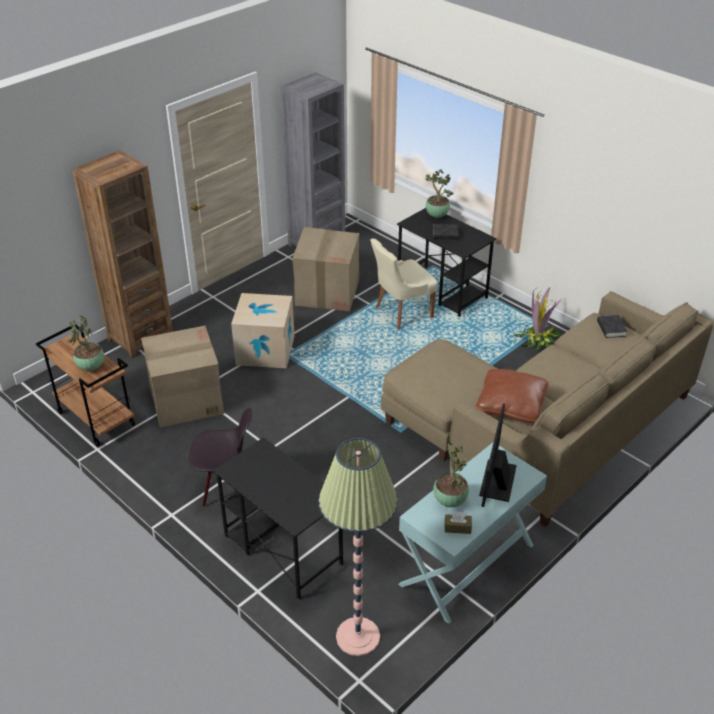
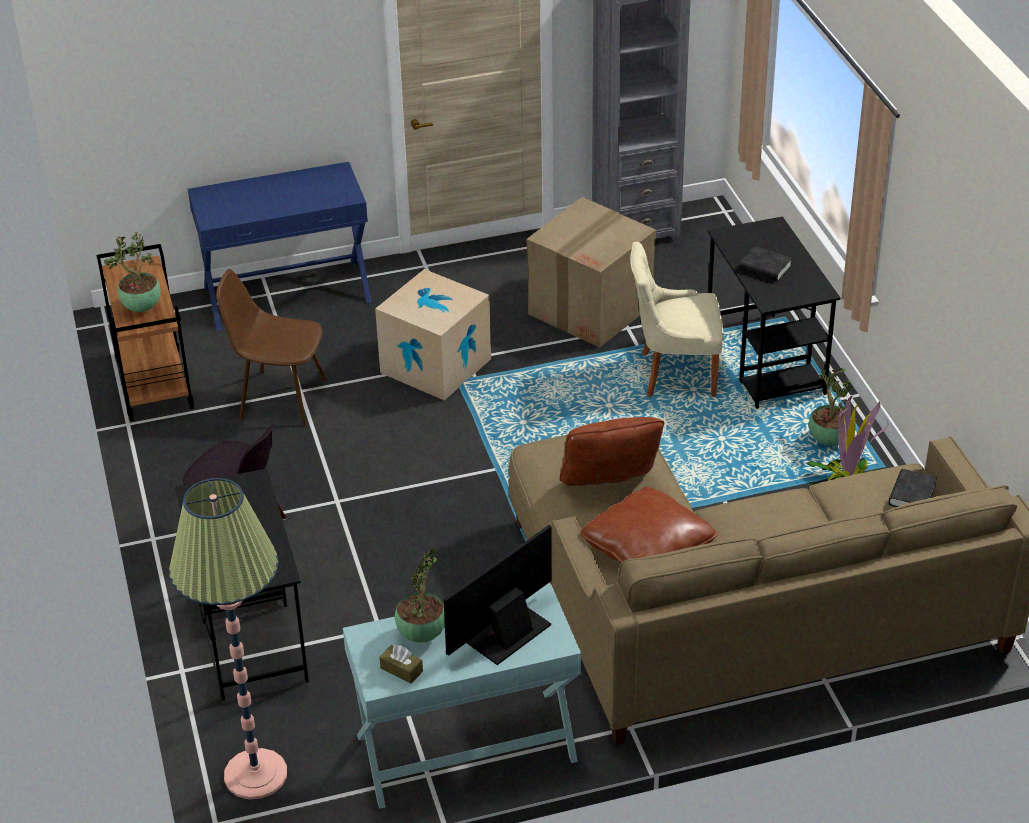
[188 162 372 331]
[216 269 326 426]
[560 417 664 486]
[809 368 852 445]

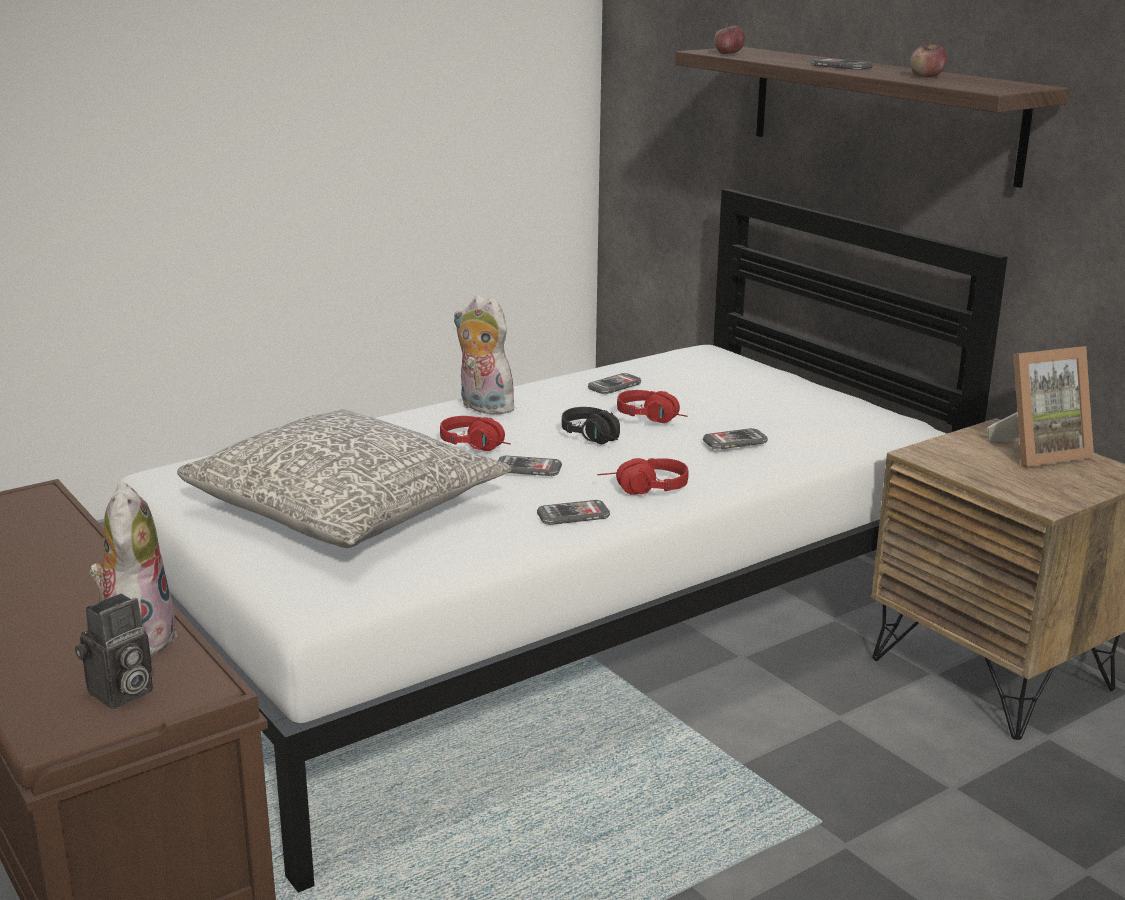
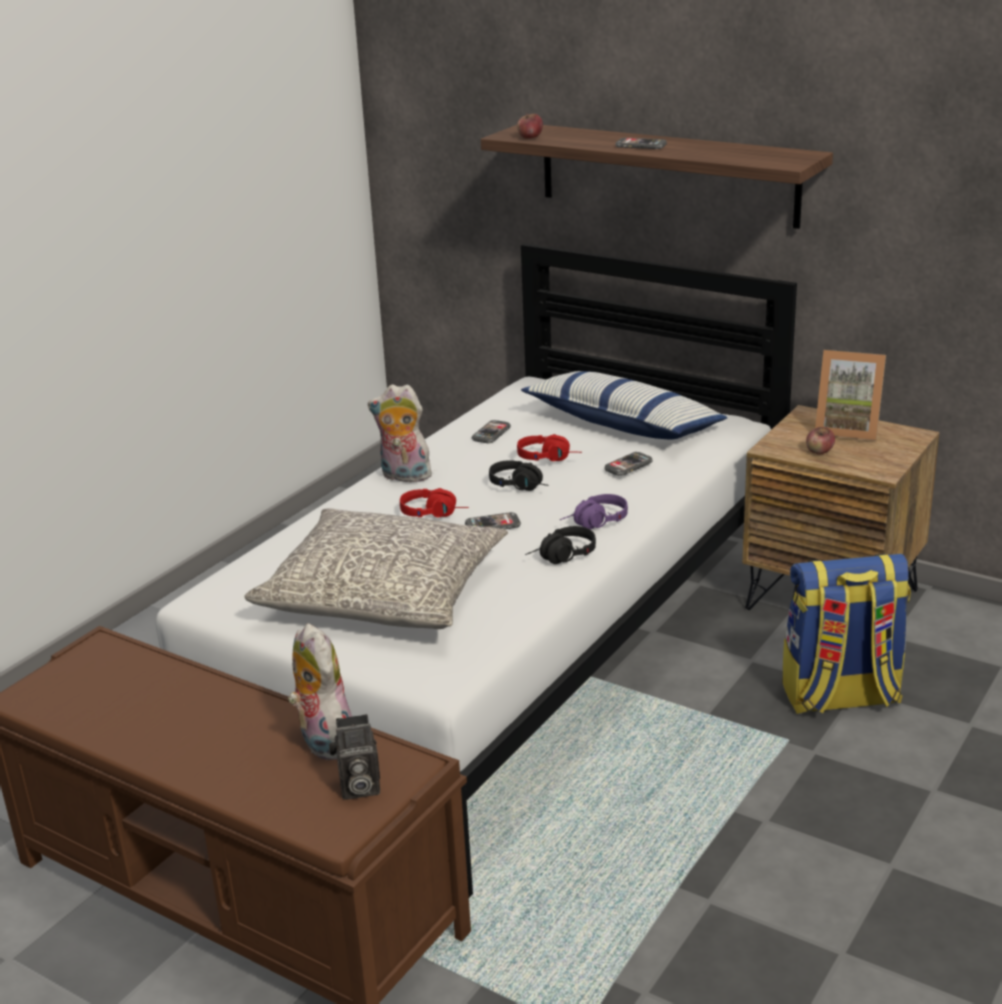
[329 714 380 799]
[521 371 727 440]
[525 526 596 564]
[560 494 628 529]
[783 554 911 714]
[806 427 835 454]
[815 350 886 441]

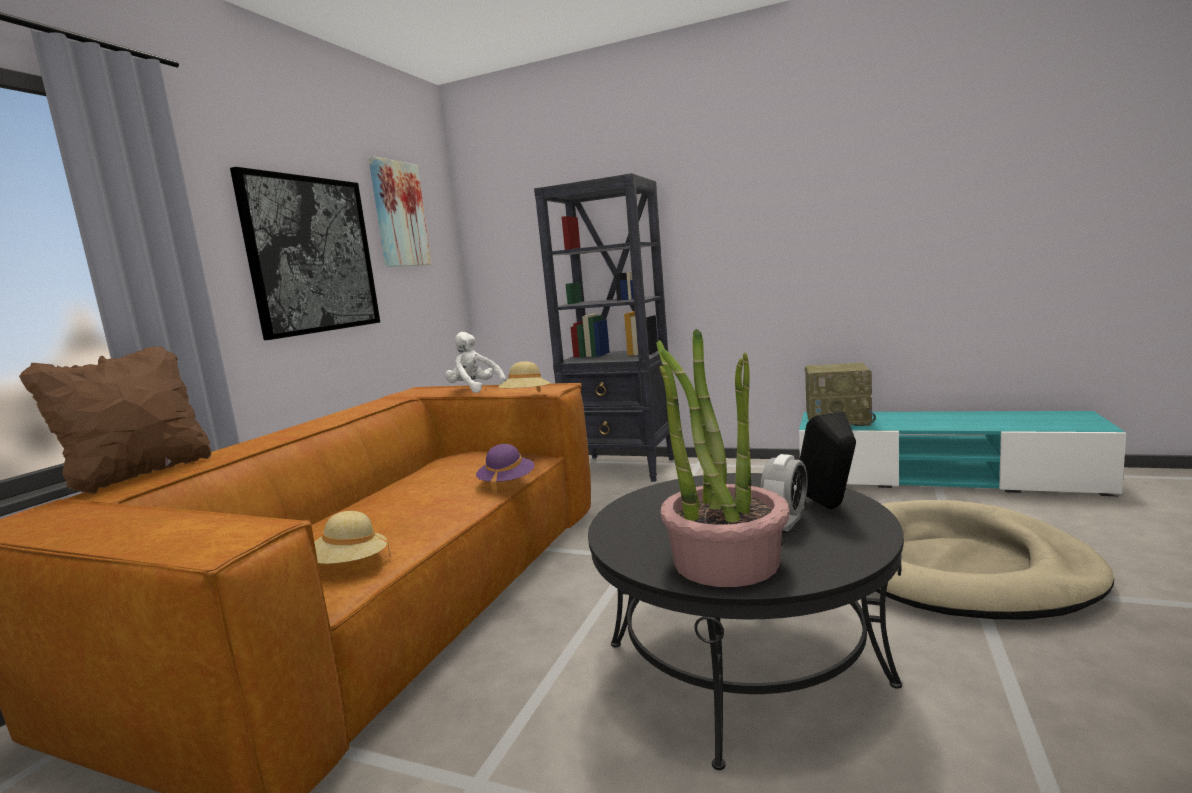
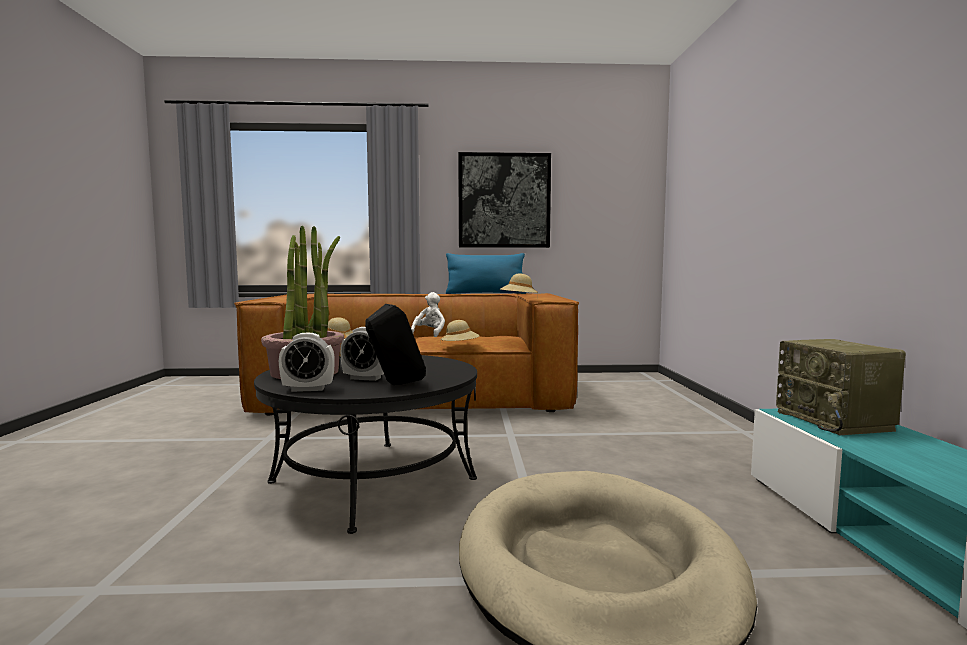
[279 333 335 392]
[411 292 445 337]
[440 320 480 348]
[446 253 526 294]
[19 346 211 494] (first image)
[368 156 431 267] (first image)
[534 173 674 482] (first image)

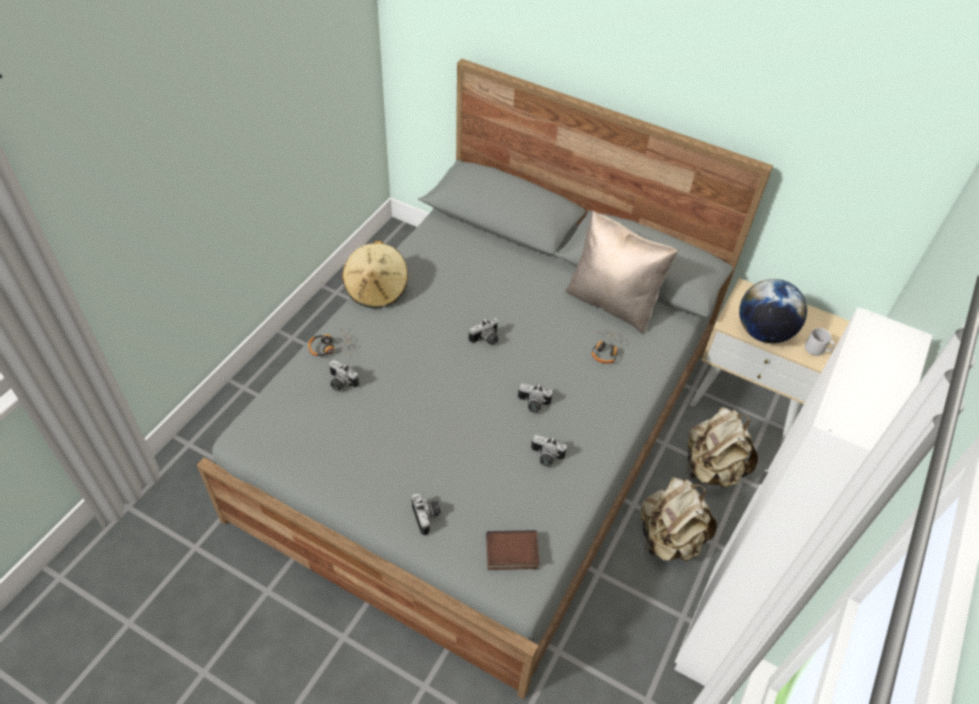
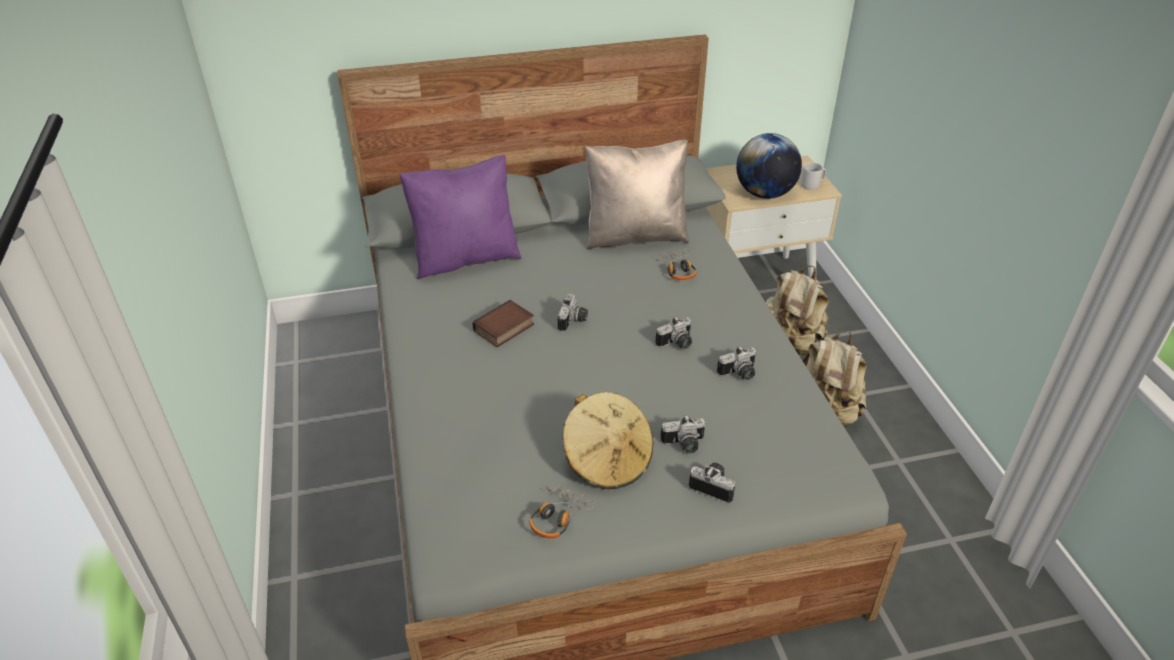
[399 155 522 279]
[472 300 534 347]
[529 486 594 538]
[563 392 653 489]
[660 415 705 453]
[674 307 933 686] (first image)

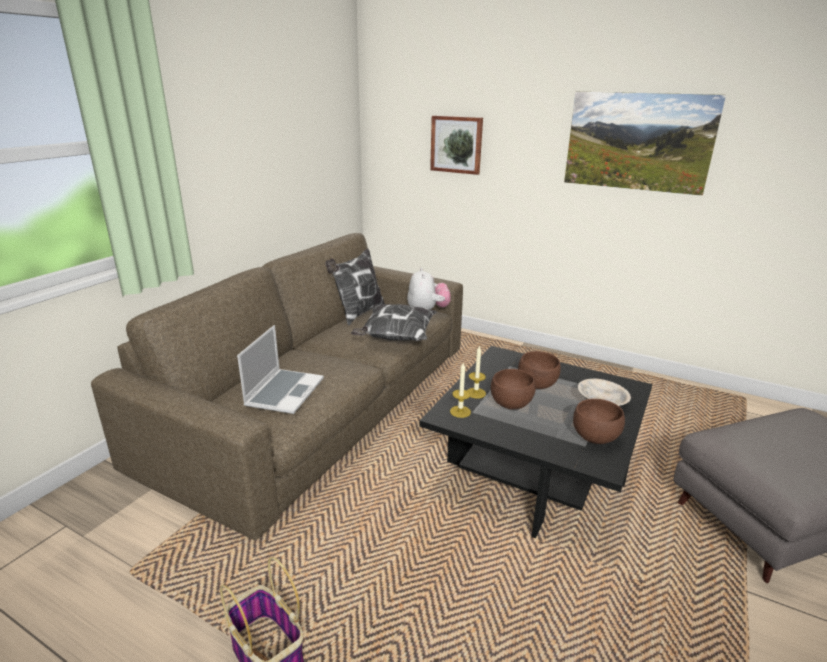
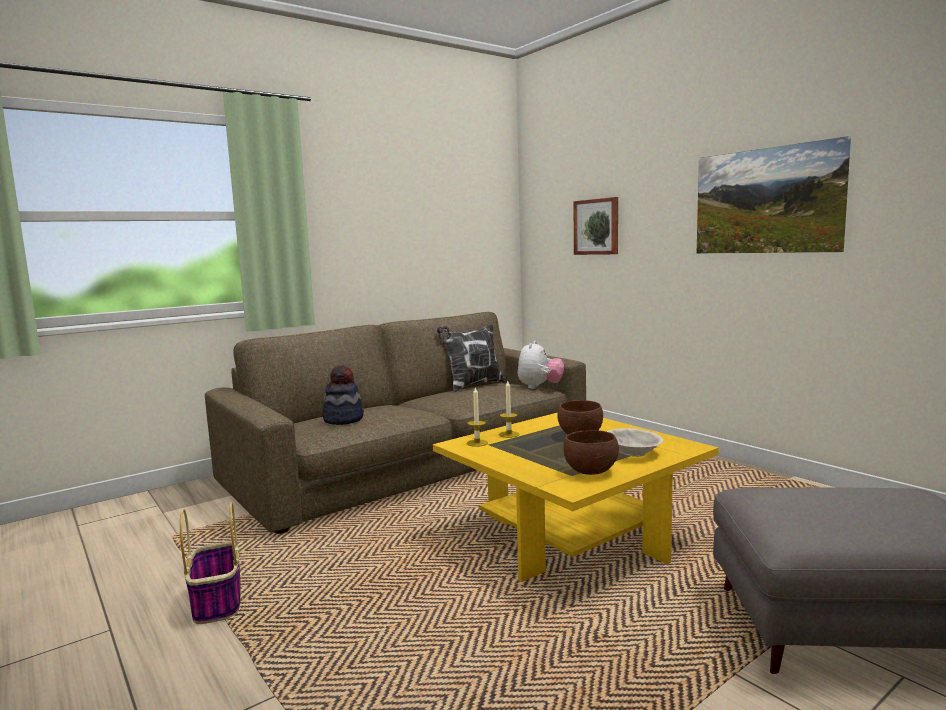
[323 365 364 425]
[433 413 719 582]
[351 304 437 341] (first image)
[491 369 536 409] (first image)

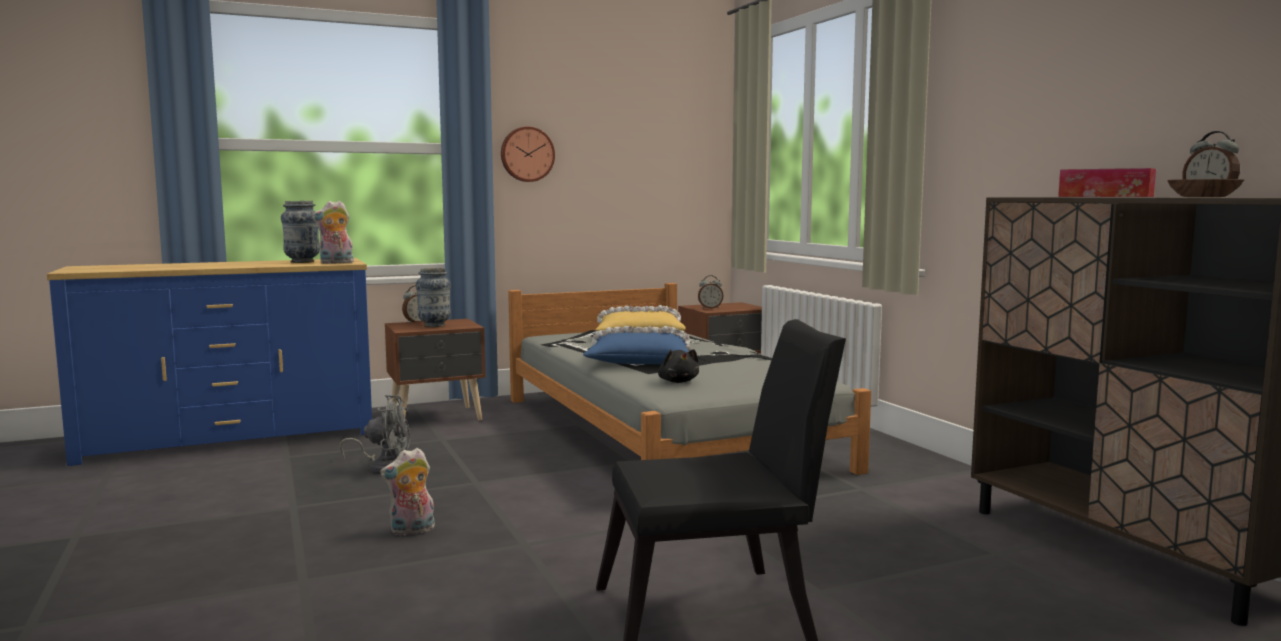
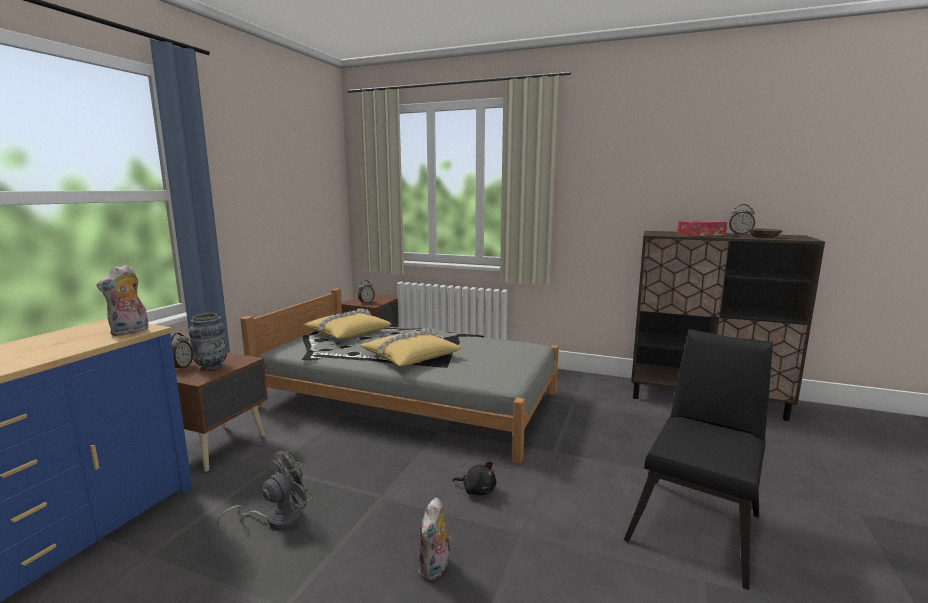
[360 329 461 366]
[453 462 496 495]
[281 201 320 263] (first image)
[501 126 555 182] (first image)

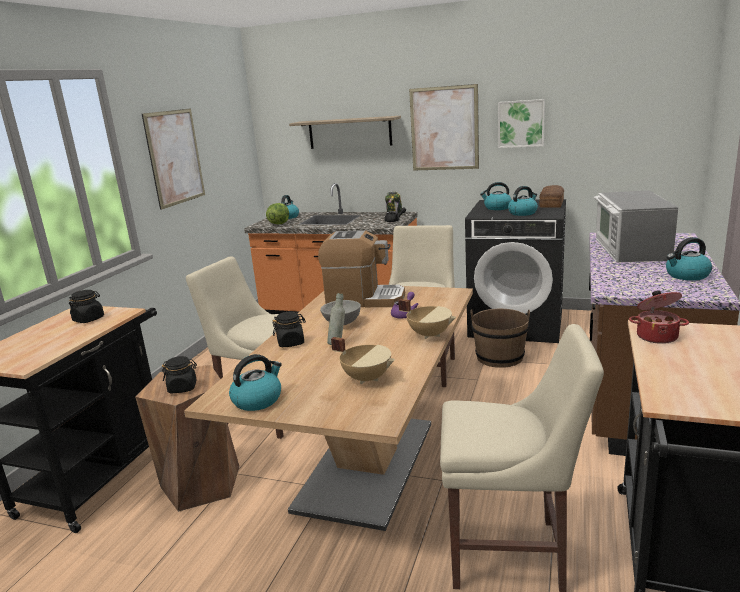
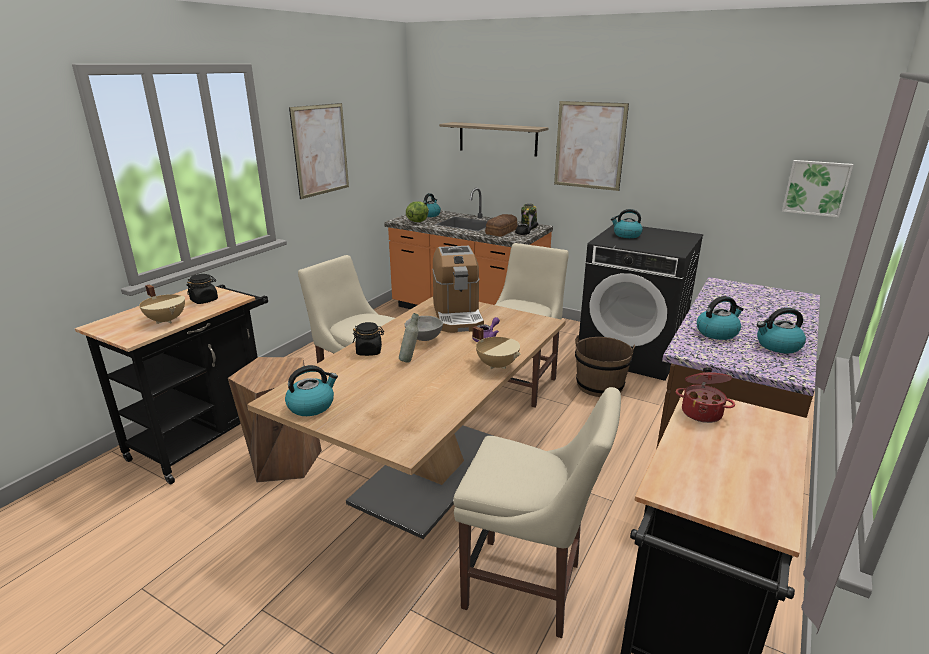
[139 284 185 324]
[432 246 484 333]
[485 214 518 236]
[697 296 744 340]
[782 160 853 218]
[162 356 197 393] (first image)
[594 190 678 262] (first image)

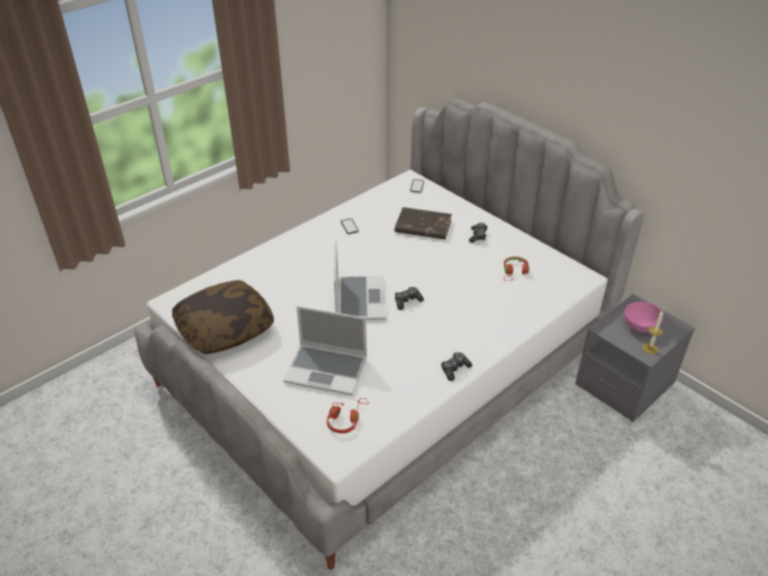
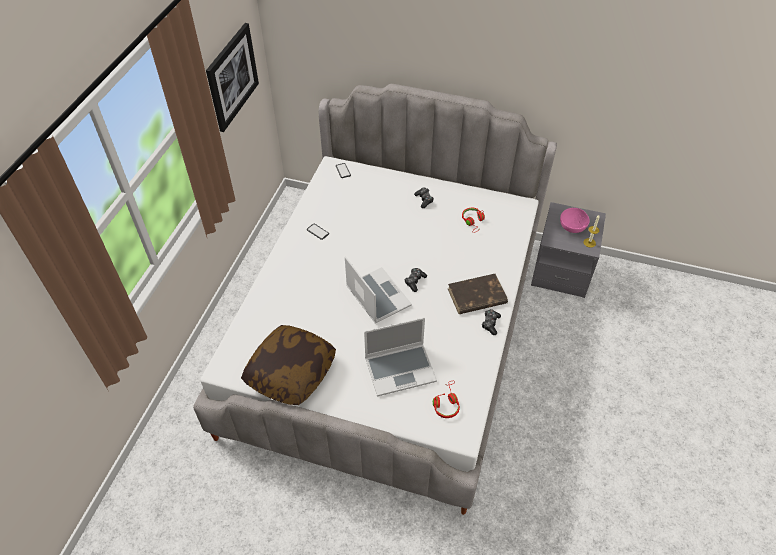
[206 23 259 132]
[448 274 508 314]

